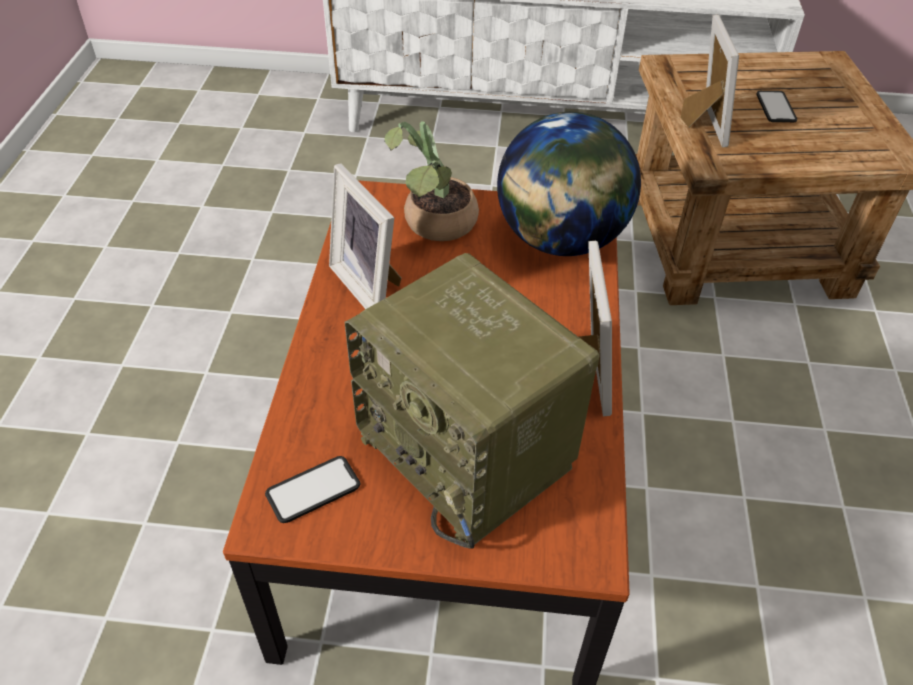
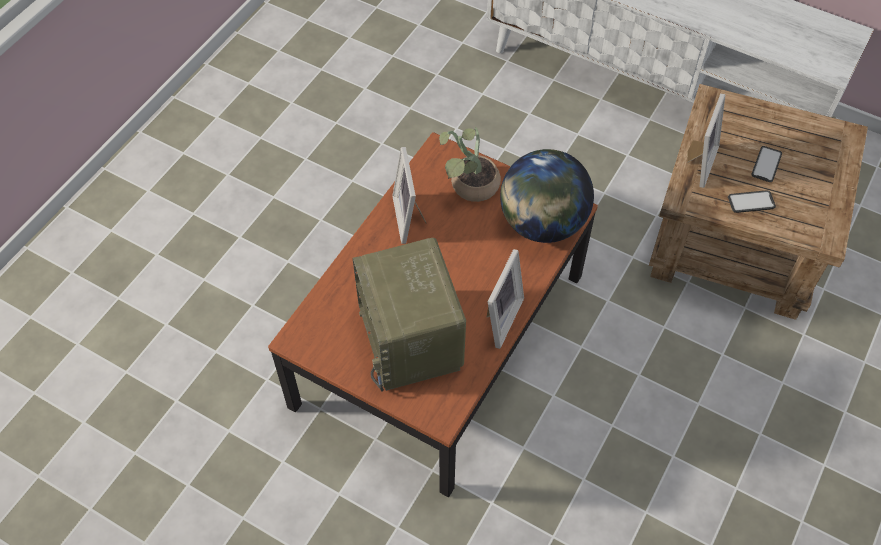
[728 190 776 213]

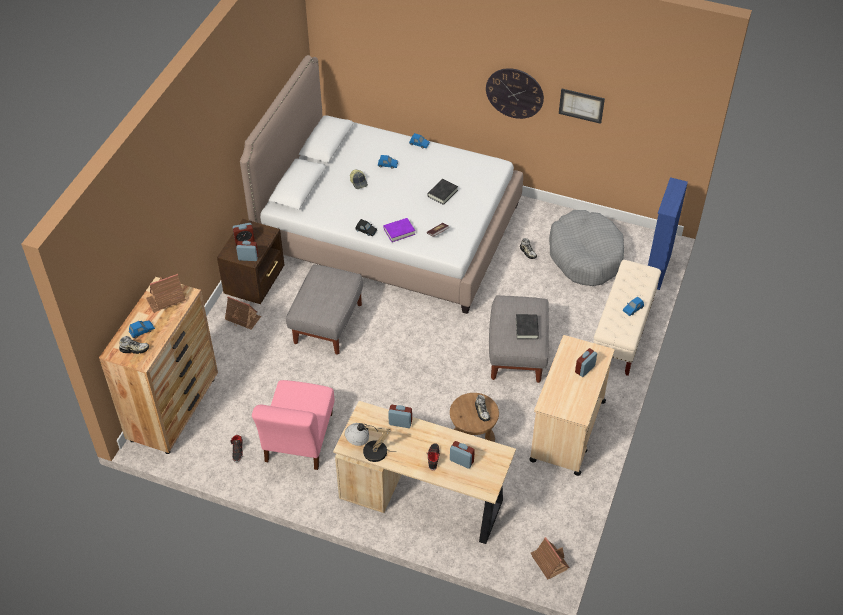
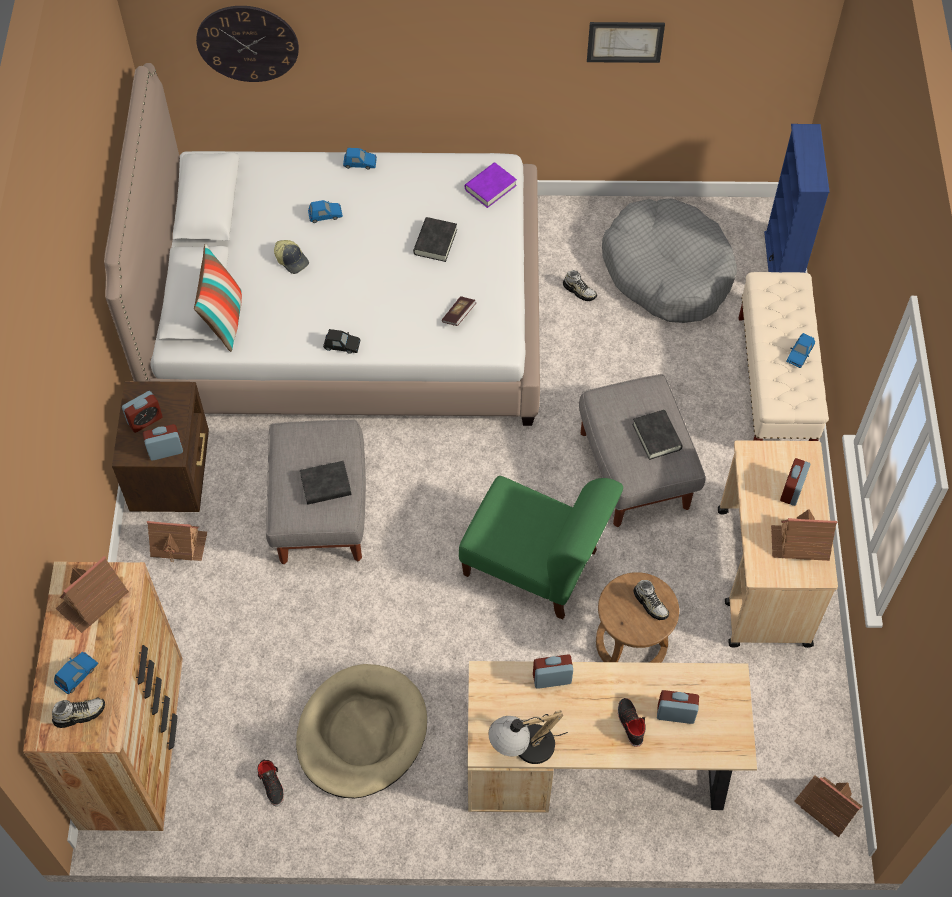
[194 244 242 352]
[196 6 299 82]
[296 664 427 798]
[300 461 352 505]
[459 476 623 620]
[465 162 517 208]
[771 509 837 561]

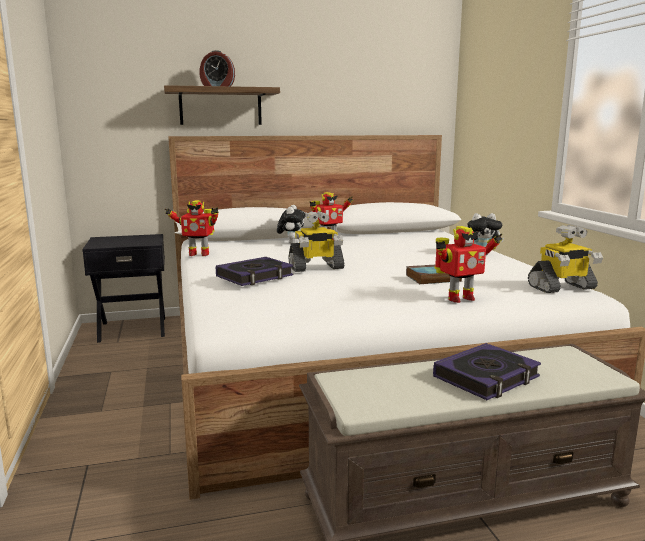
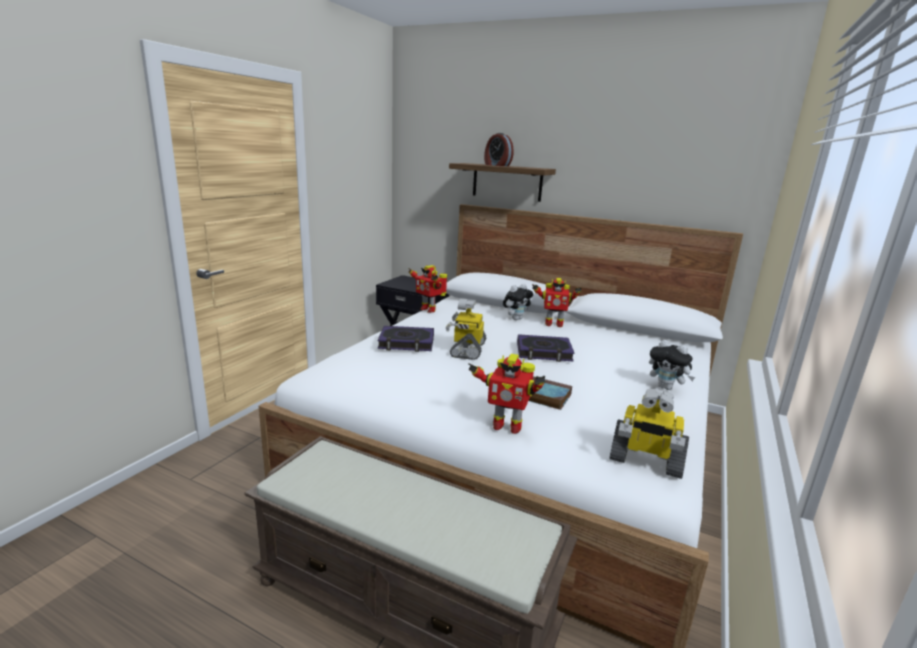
[446 298 487 360]
[517 334 575 362]

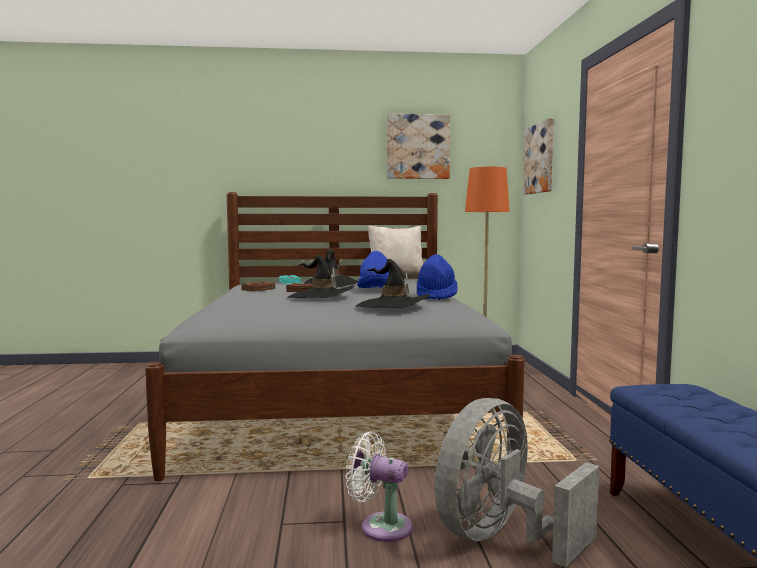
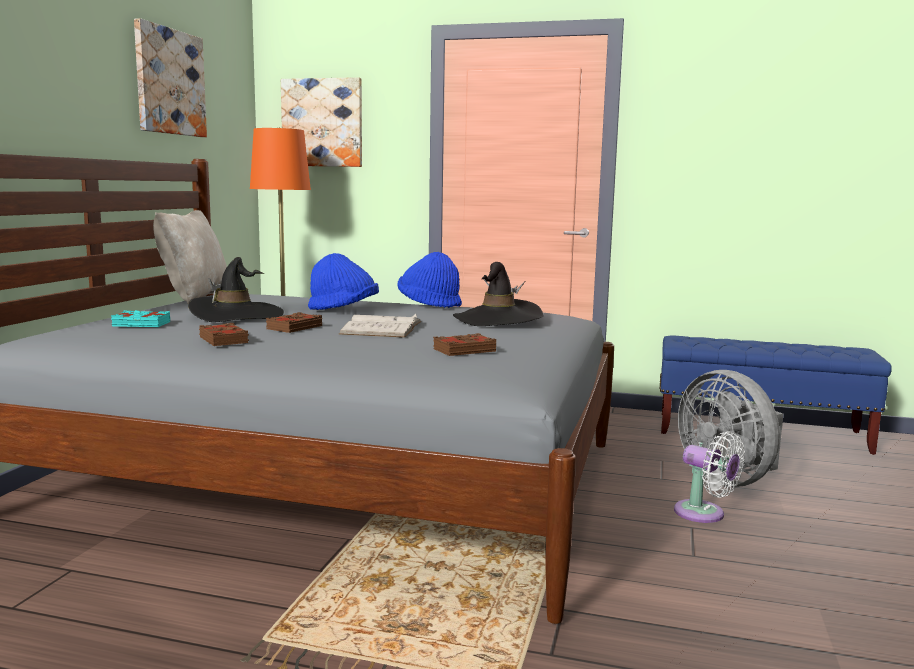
[339 314 421 338]
[433 333 496 356]
[674 431 745 523]

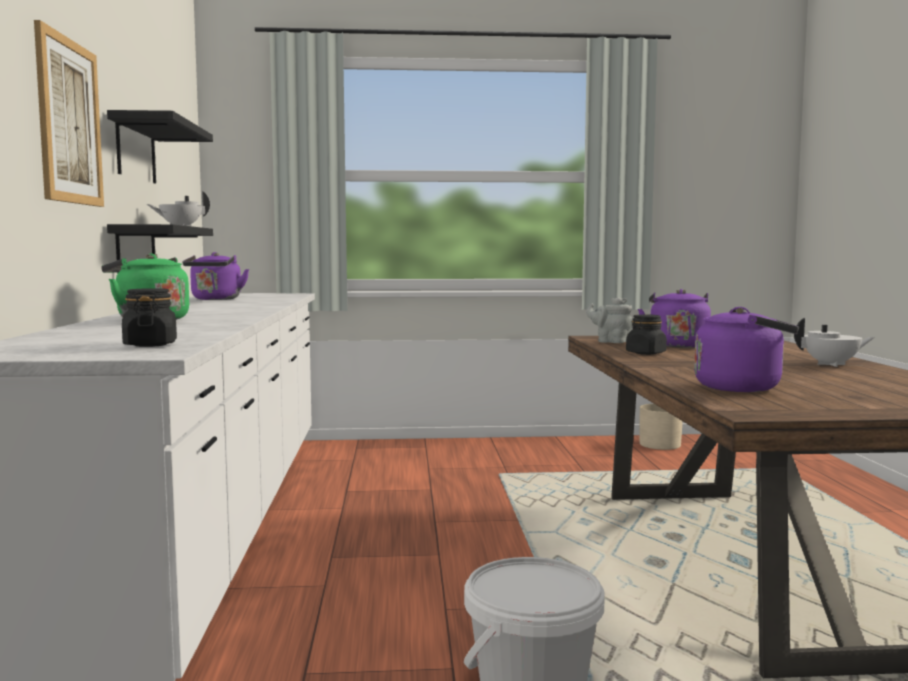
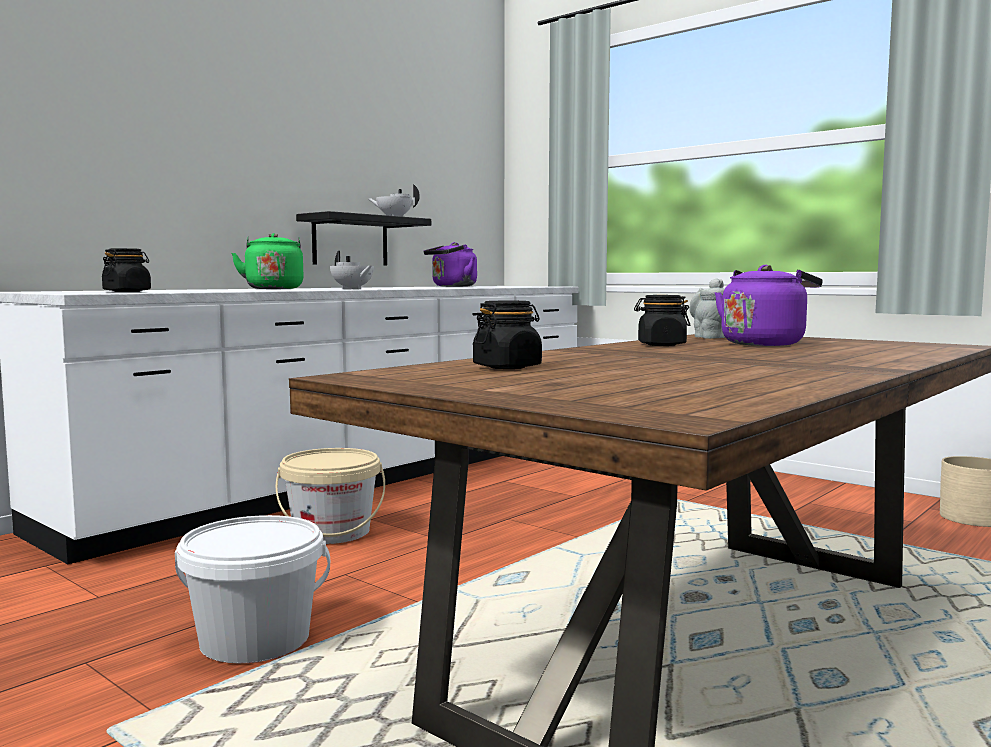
[276 448 385 544]
[330 251 374 289]
[473 301 542 369]
[34 20 104 207] (first image)
[107 110 213 183] (first image)

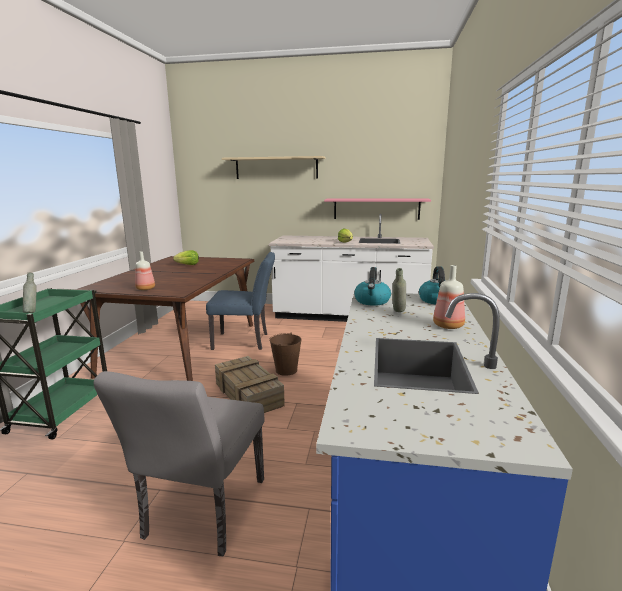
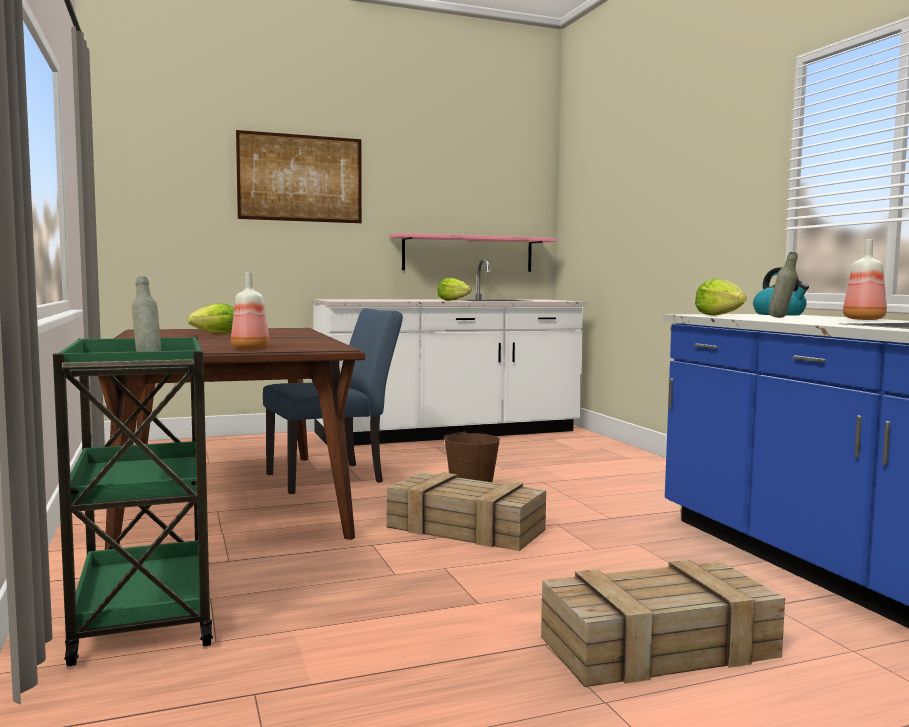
[236 130 362 223]
[541 559 785 687]
[695 278 746 316]

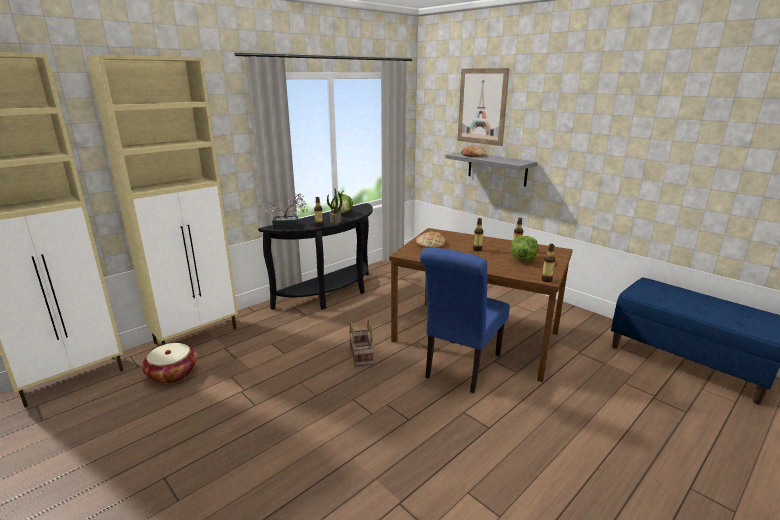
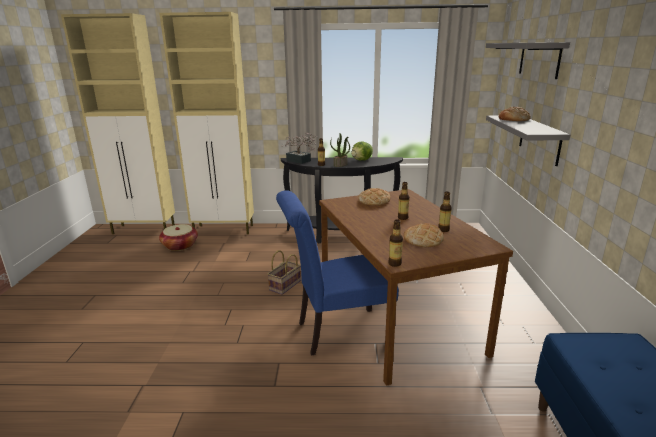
[404 223 444 247]
[486 42 570 79]

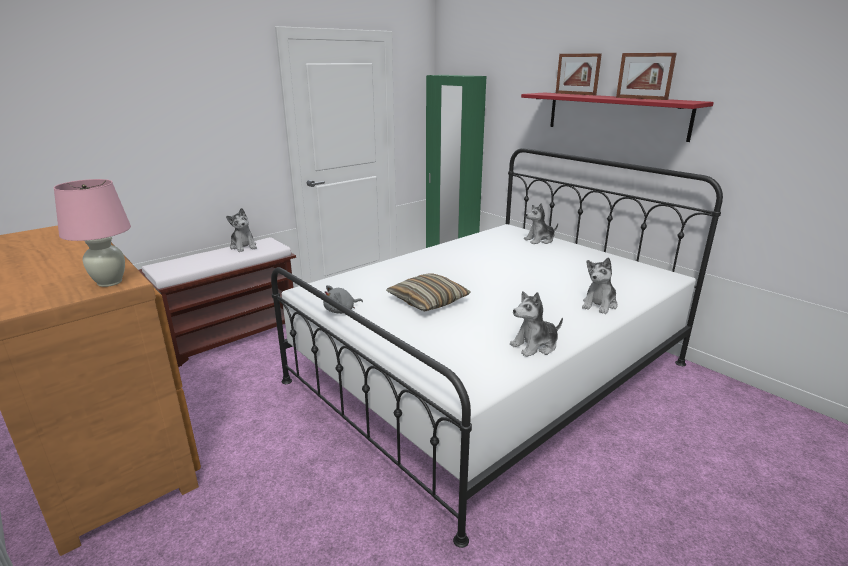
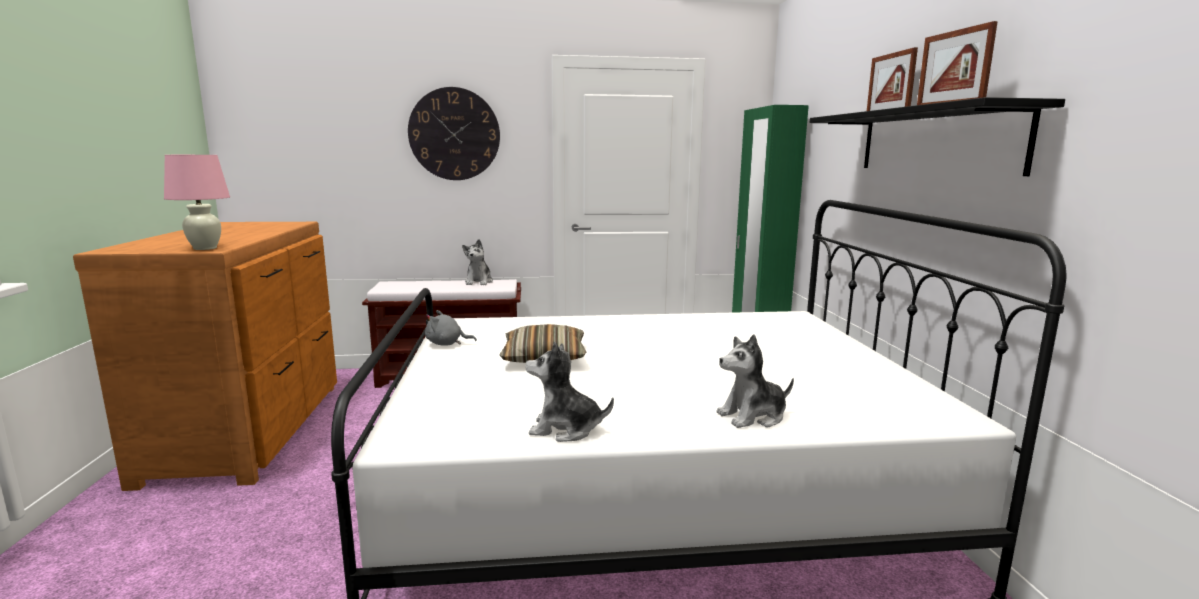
[408 87 500 180]
[810 97 1065 176]
[524 203 558 244] (first image)

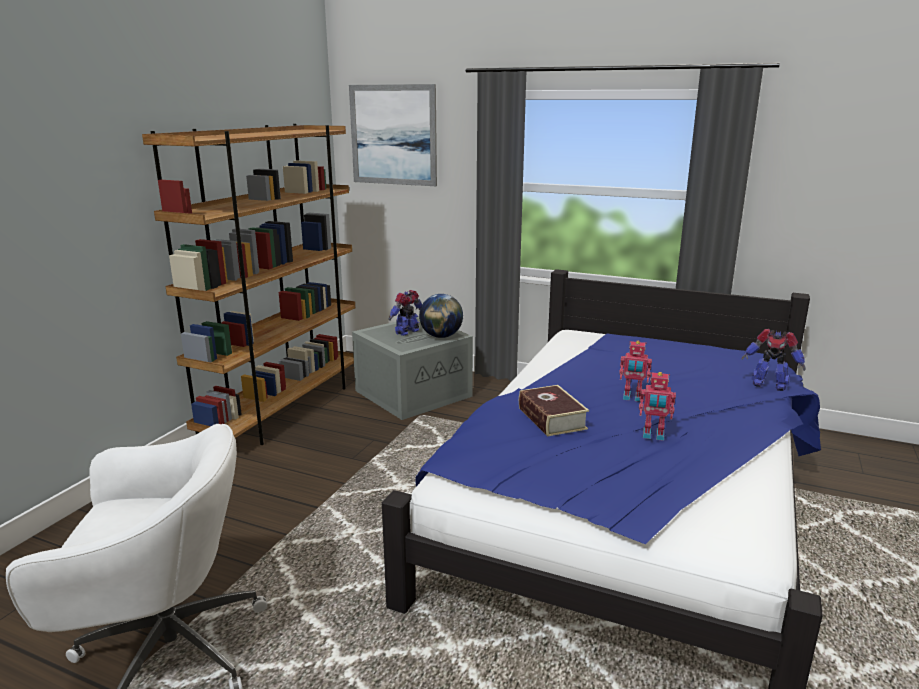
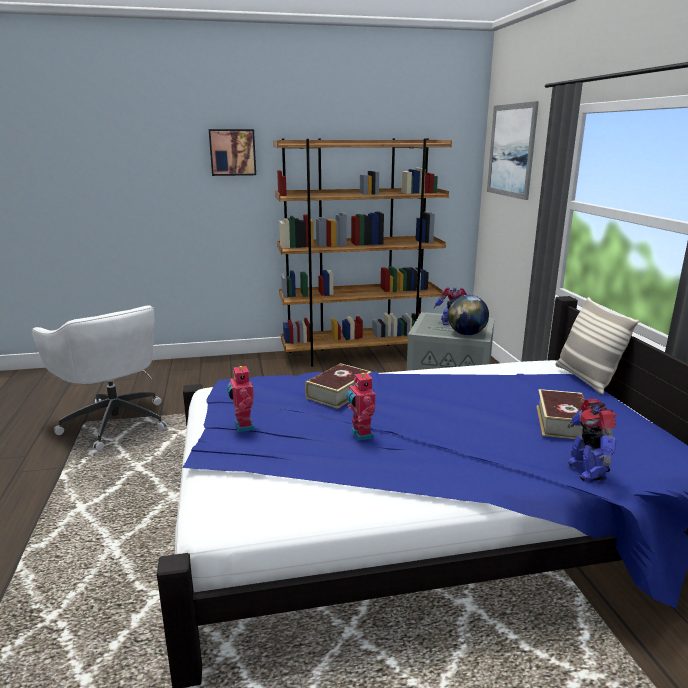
[209 129 256 176]
[227 364 255 432]
[536 389 585 439]
[555 297 639 395]

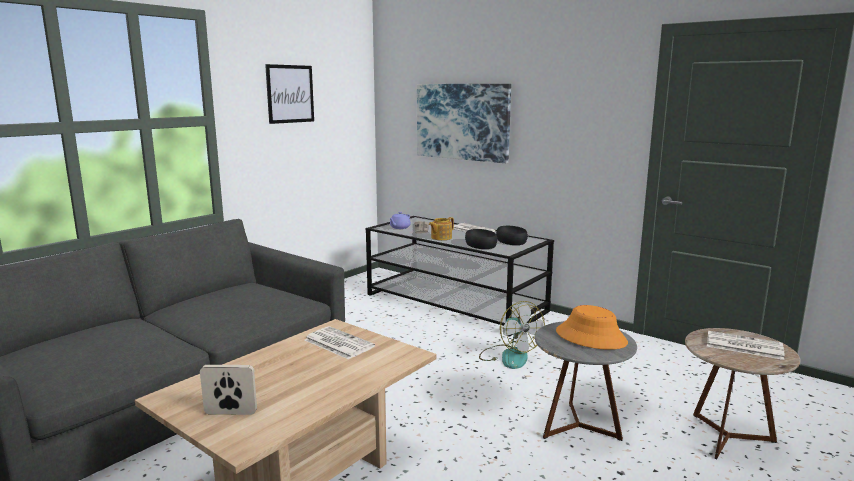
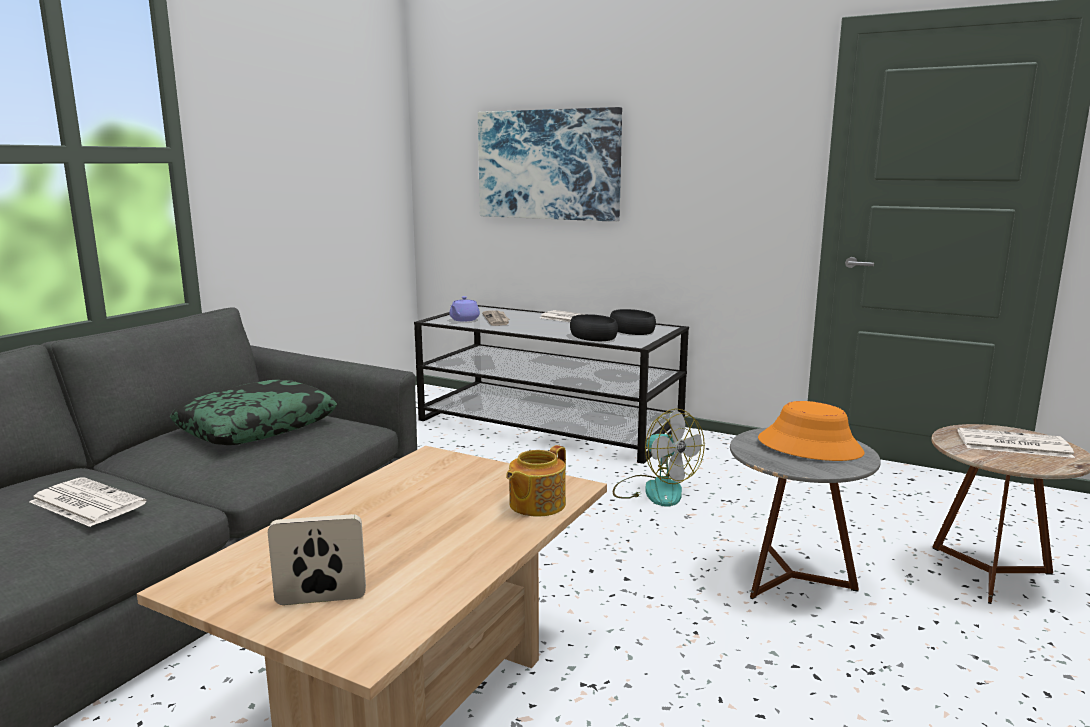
[29 477 147 527]
[170 380 337 445]
[506 445 566 517]
[265 64 314 124] (first image)

